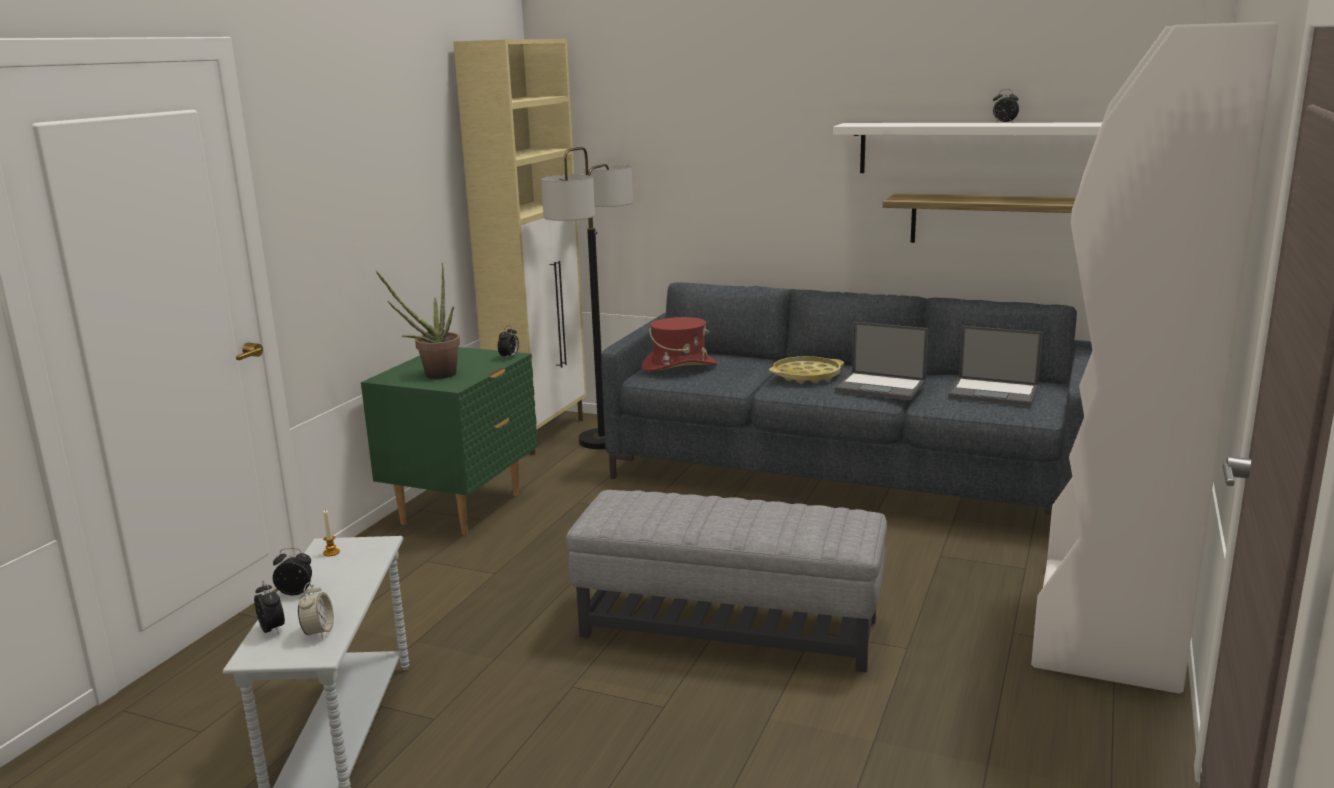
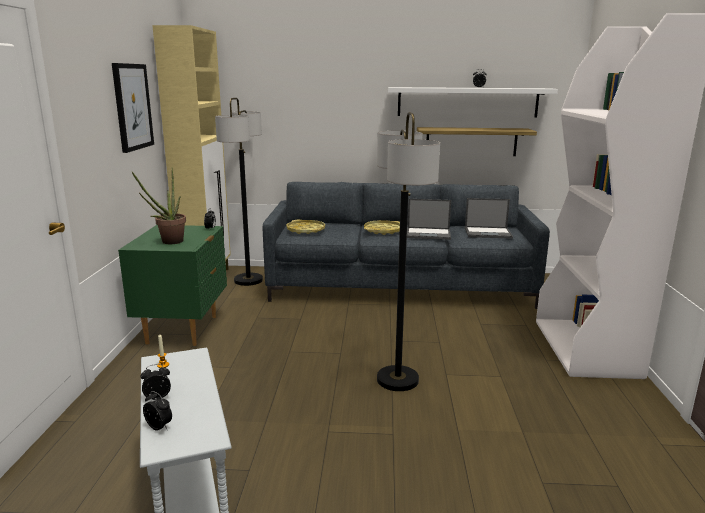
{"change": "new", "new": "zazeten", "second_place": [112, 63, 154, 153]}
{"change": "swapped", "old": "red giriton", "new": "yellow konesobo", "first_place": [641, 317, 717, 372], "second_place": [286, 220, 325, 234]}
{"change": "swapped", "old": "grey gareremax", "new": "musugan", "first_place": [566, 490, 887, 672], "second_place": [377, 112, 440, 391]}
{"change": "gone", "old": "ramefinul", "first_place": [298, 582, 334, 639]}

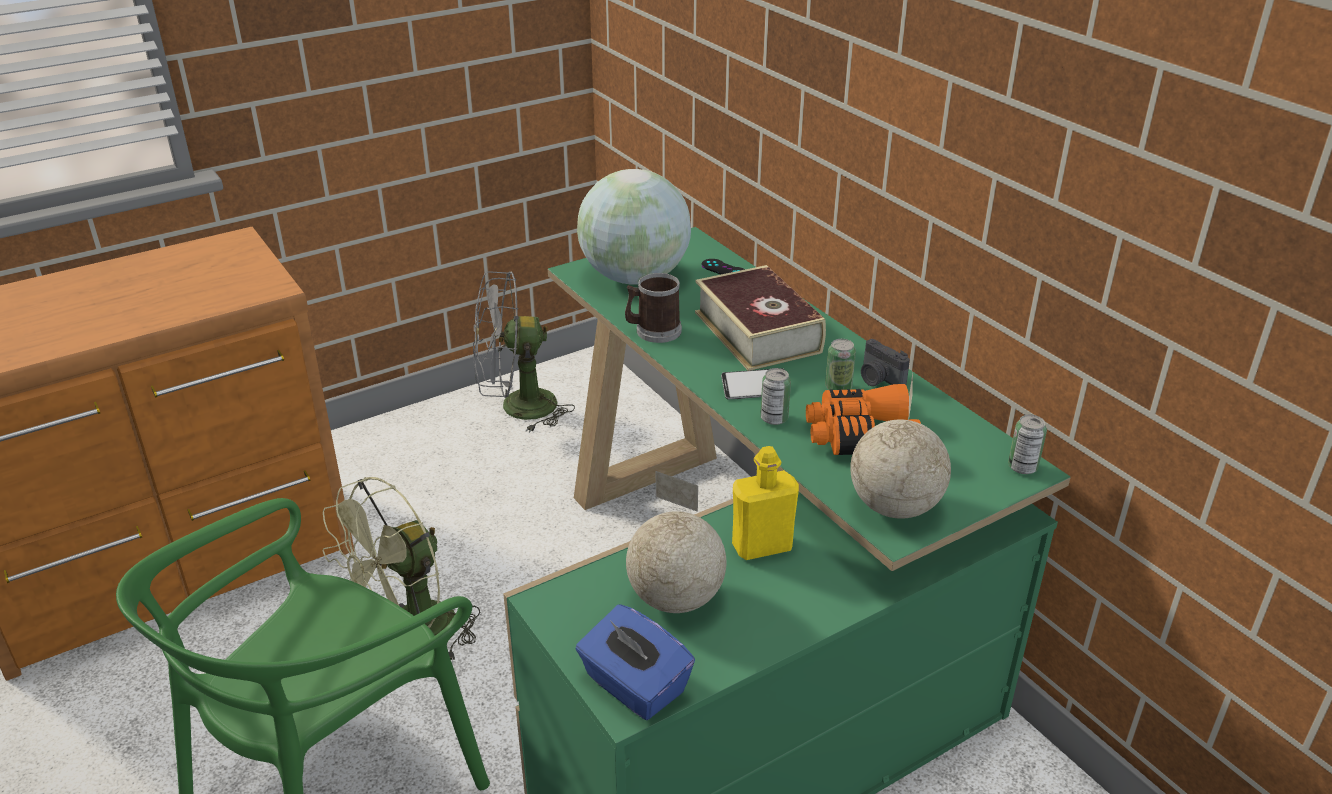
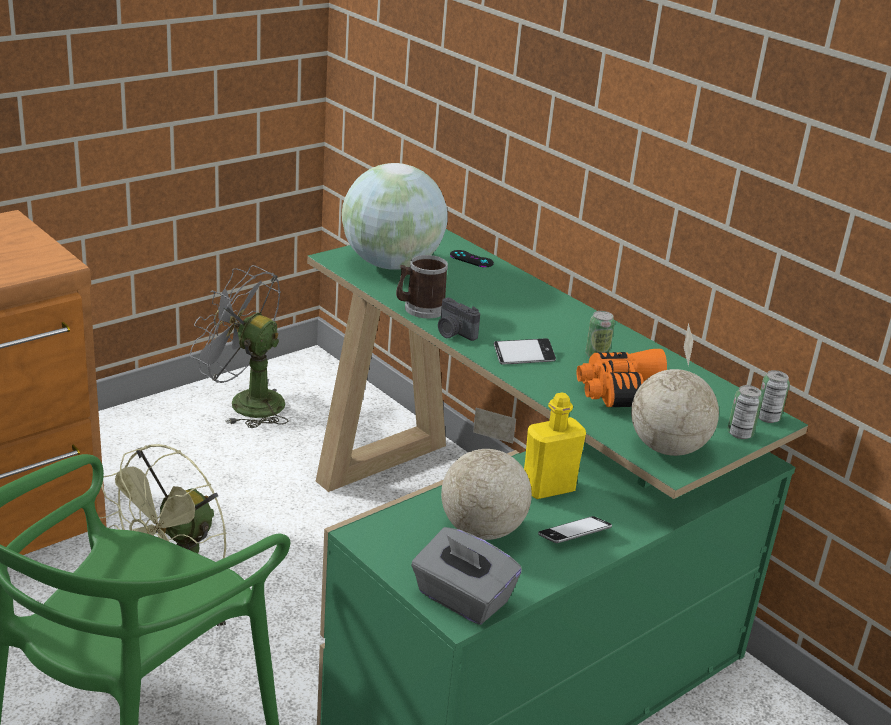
{"change": "rotated", "old": "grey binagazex", "first_place": [473, 271, 575, 433], "second_place": [190, 265, 288, 428], "degrees": 45}
{"change": "repainted", "old": "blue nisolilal", "new": "grey nisolilal", "first_place": [576, 604, 695, 720], "second_place": [411, 527, 522, 625]}
{"change": "shifted", "old": "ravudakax", "first_place": [861, 339, 910, 386], "second_place": [438, 298, 480, 341]}
{"change": "new", "new": "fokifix", "second_place": [538, 516, 612, 543]}
{"change": "shifted", "old": "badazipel", "first_place": [760, 368, 791, 425], "second_place": [727, 385, 762, 439]}
{"change": "gone", "old": "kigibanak", "first_place": [695, 265, 826, 371]}

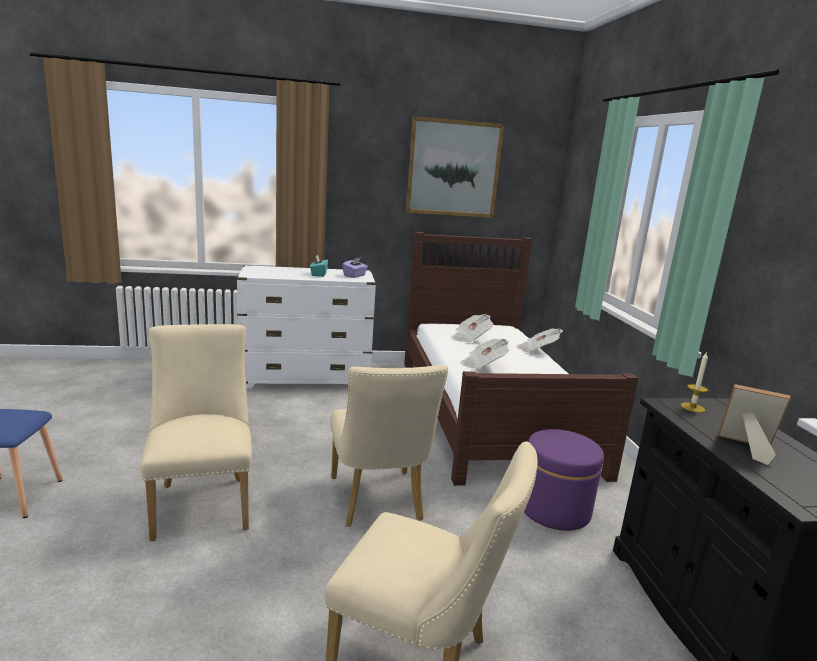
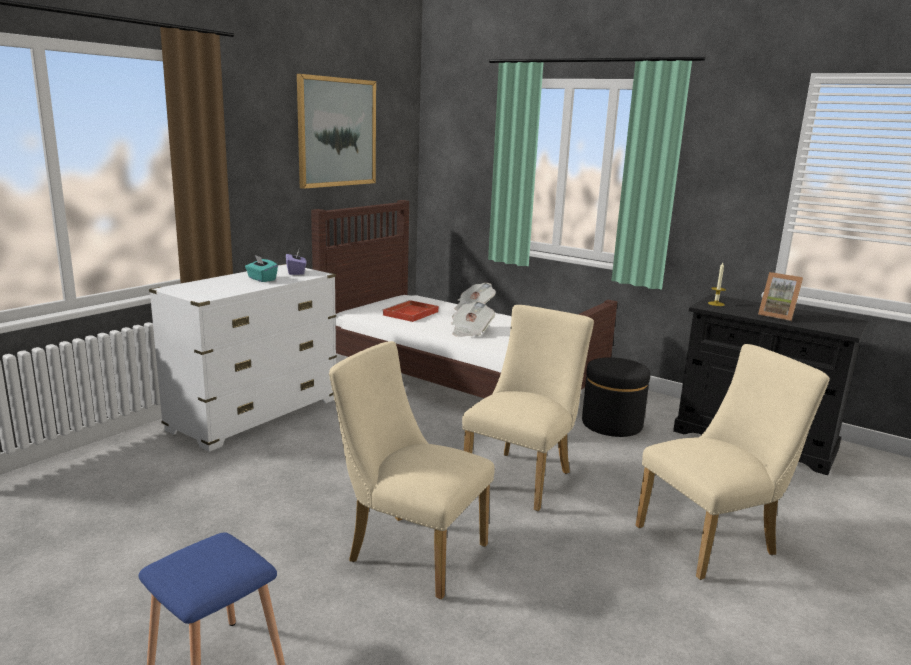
{"change": "swapped", "old": "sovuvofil", "new": "red konesobo", "first_place": [451, 314, 493, 342], "second_place": [382, 300, 439, 322]}
{"change": "rotated", "old": "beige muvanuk", "first_place": [330, 365, 448, 527], "second_place": [462, 305, 594, 511], "degrees": -90}
{"change": "repainted", "old": "purple gareremax", "new": "black gareremax", "first_place": [524, 429, 604, 531], "second_place": [582, 357, 650, 437]}
{"change": "rotated", "old": "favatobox", "first_place": [718, 384, 791, 465], "second_place": [758, 272, 803, 321], "degrees": -120}

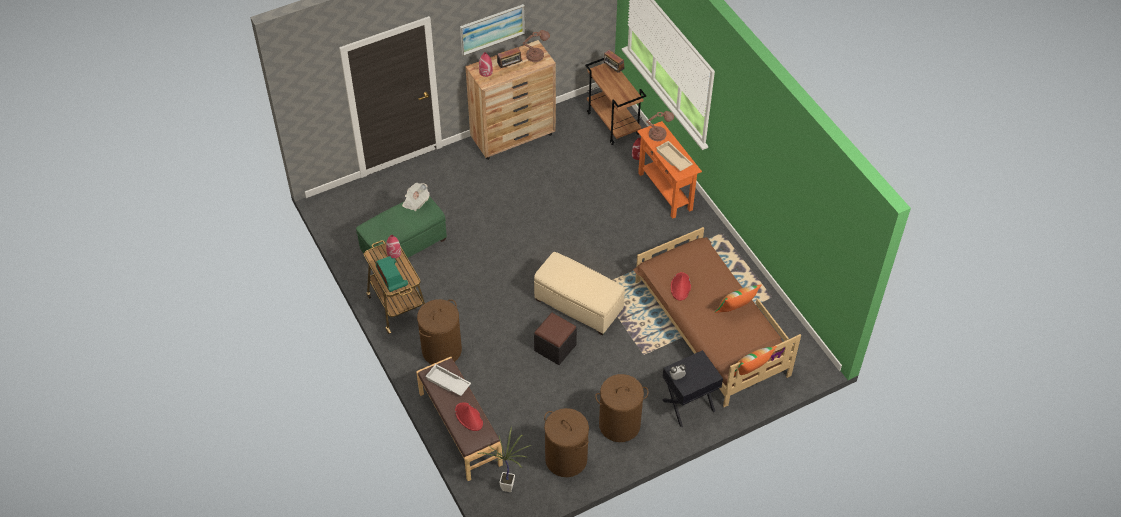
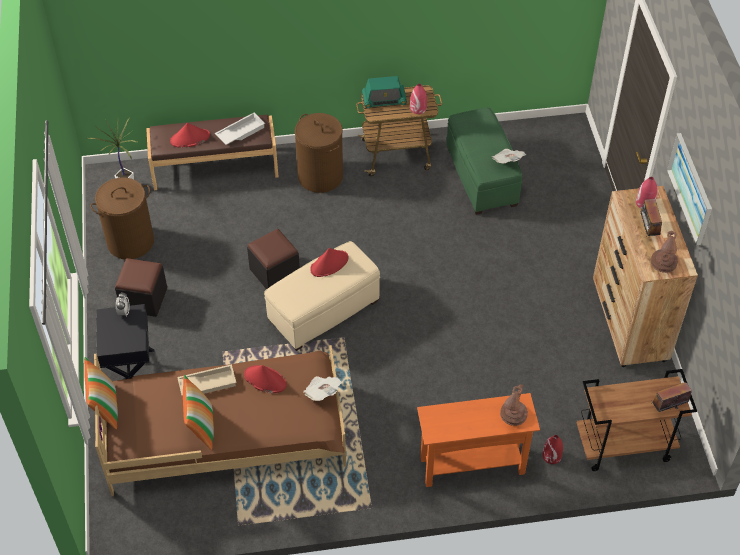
{"change": "swapped", "old": "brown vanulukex", "new": "black gareremax", "first_place": [595, 374, 649, 442], "second_place": [115, 258, 167, 317]}
{"change": "shifted", "old": "beige konesobo", "first_place": [656, 141, 693, 171], "second_place": [177, 364, 237, 396]}
{"change": "new", "new": "sovuvofil", "second_place": [303, 376, 342, 401]}
{"change": "new", "new": "red giriton", "second_place": [310, 248, 348, 277]}

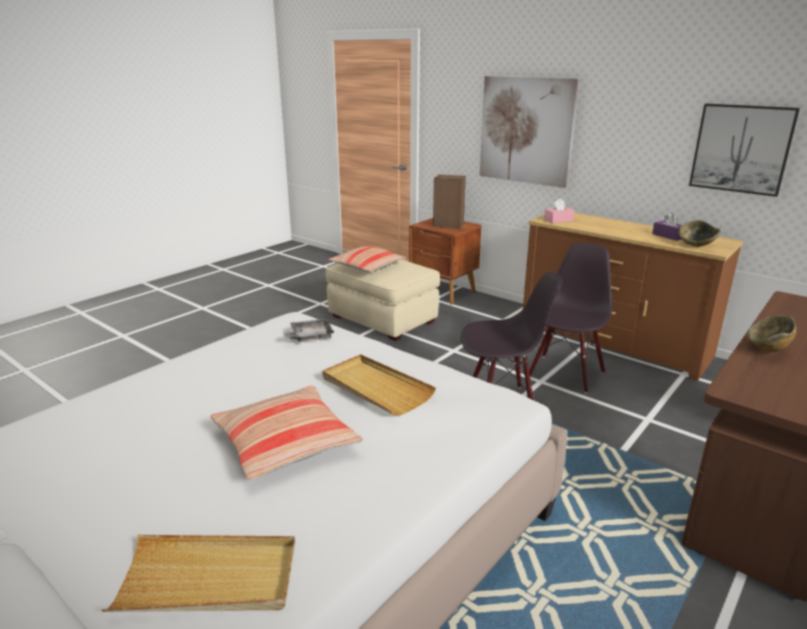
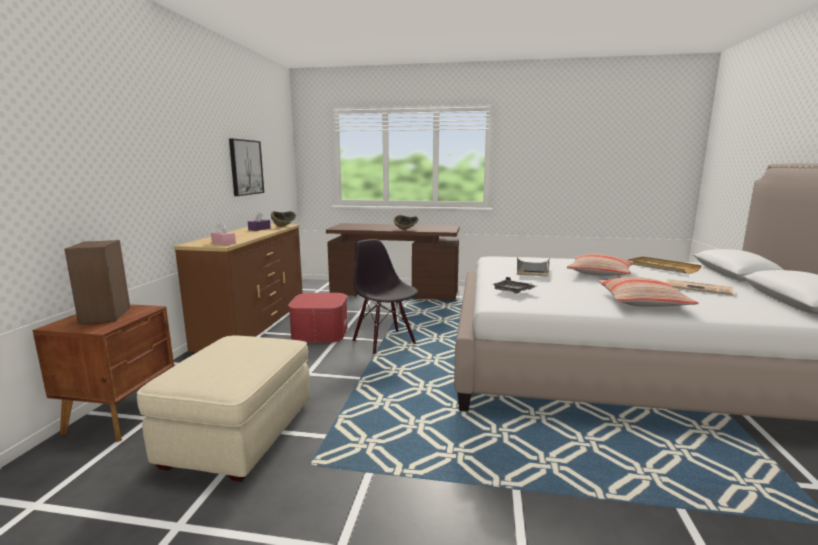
{"change": "swapped", "old": "black muvanuk", "new": "gareremax", "first_place": [529, 243, 612, 394], "second_place": [288, 293, 348, 343]}
{"change": "repainted", "old": "beige konesobo", "new": "black konesobo", "first_place": [322, 354, 436, 415], "second_place": [517, 257, 550, 277]}
{"change": "shifted", "old": "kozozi", "first_place": [328, 246, 406, 272], "second_place": [598, 277, 699, 306]}
{"change": "new", "new": "sovuvofil", "second_place": [666, 279, 733, 295]}
{"change": "gone", "old": "zazeten", "first_place": [480, 76, 579, 188]}

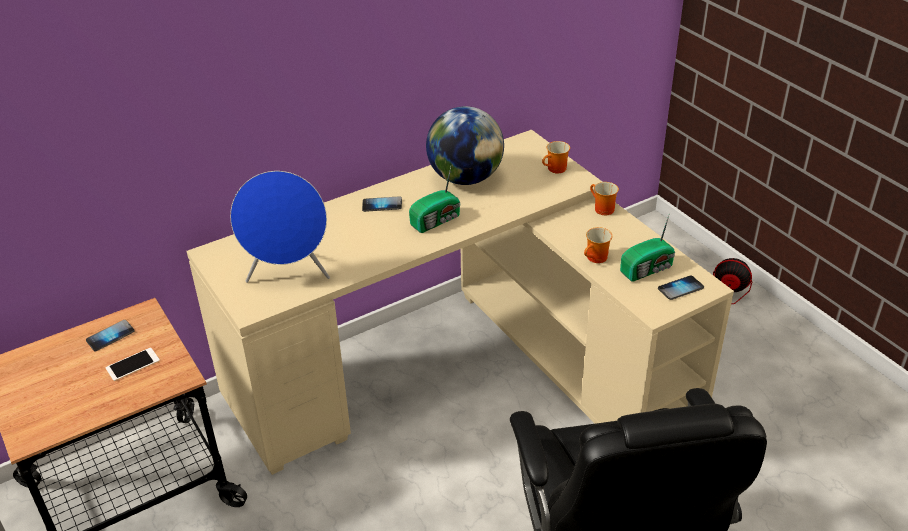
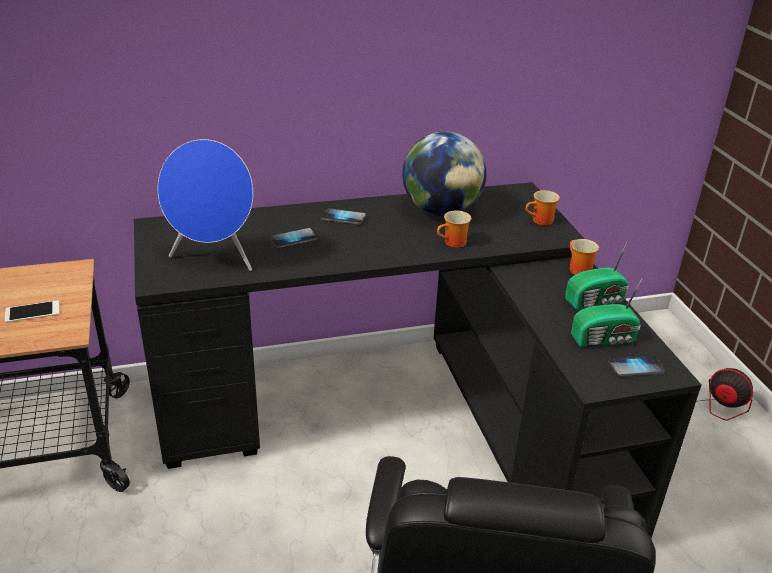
{"change": "repainted", "old": "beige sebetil", "new": "black sebetil", "first_place": [187, 130, 734, 475], "second_place": [134, 182, 702, 539]}
{"change": "shifted", "old": "fokifix", "first_place": [86, 320, 135, 351], "second_place": [270, 228, 317, 248]}
{"change": "shifted", "old": "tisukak", "first_place": [584, 227, 612, 263], "second_place": [437, 210, 471, 248]}
{"change": "shifted", "old": "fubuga", "first_place": [409, 167, 461, 233], "second_place": [565, 242, 629, 310]}

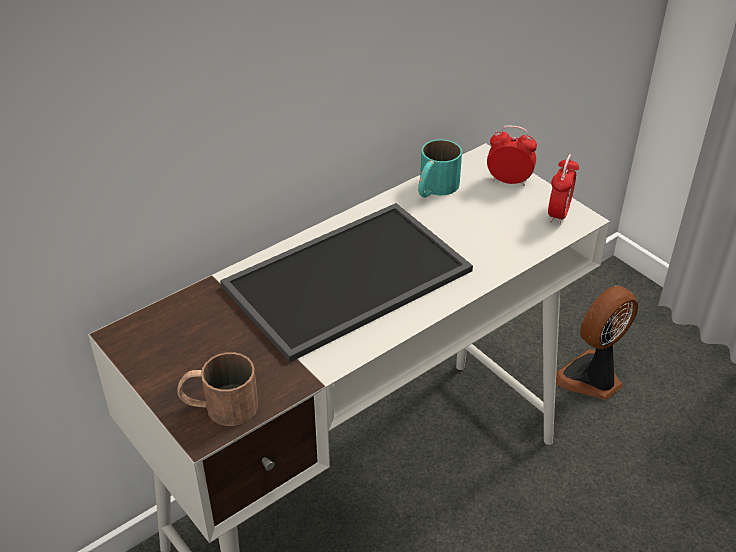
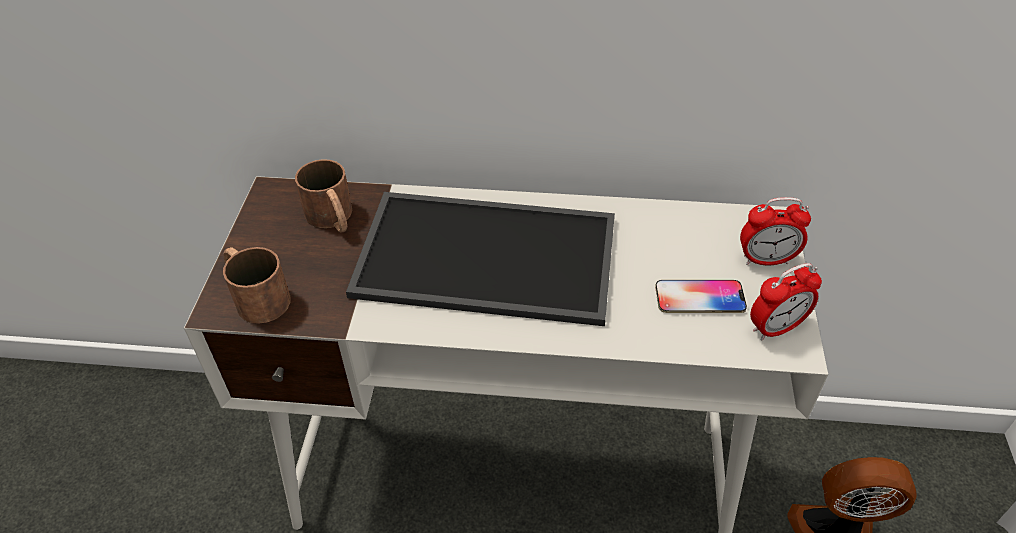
{"change": "new", "new": "brown tisukak", "second_place": [295, 159, 352, 233]}
{"change": "new", "new": "fokifix", "second_place": [655, 280, 747, 313]}
{"change": "rotated", "old": "ramefinul", "first_place": [487, 125, 537, 186], "second_place": [740, 197, 811, 265], "degrees": 120}
{"change": "gone", "old": "turquoise tisukak", "first_place": [418, 139, 462, 198]}

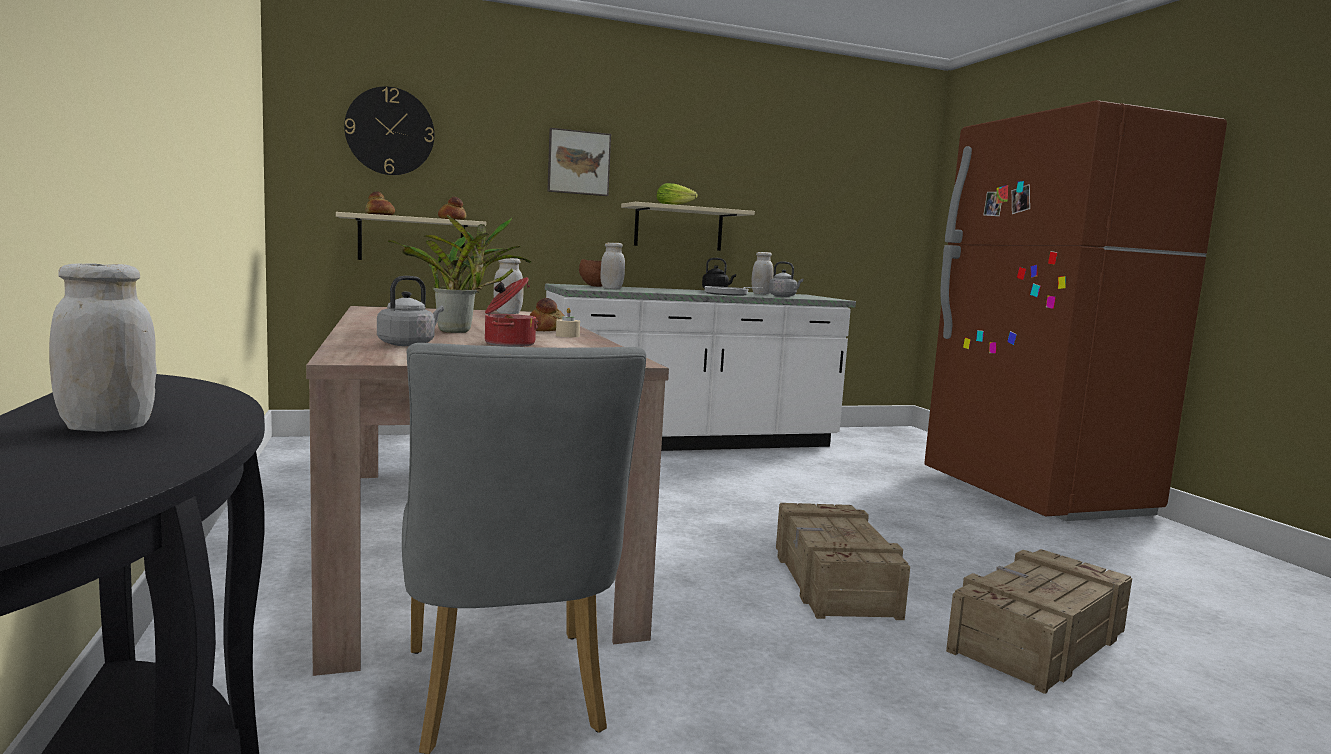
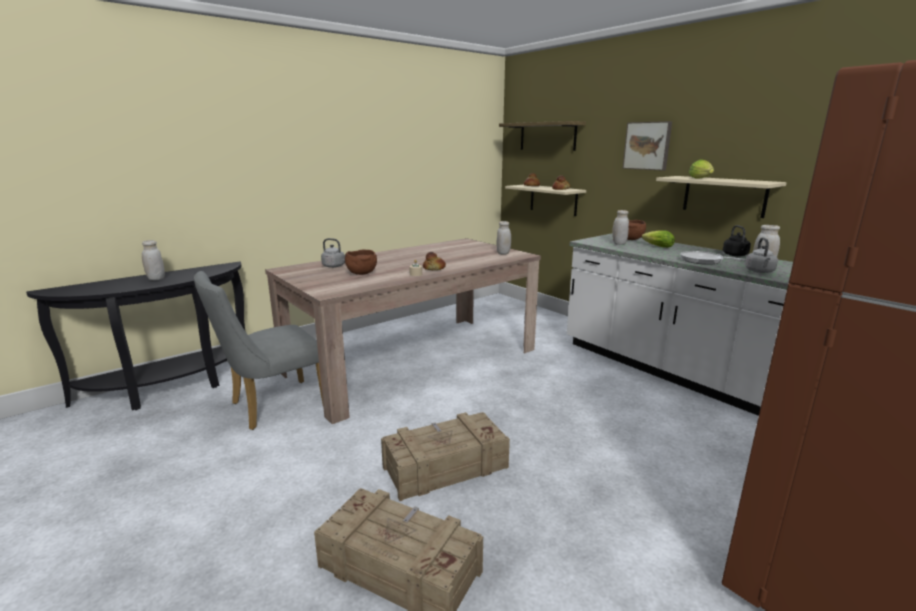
{"change": "swapped", "old": "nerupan", "new": "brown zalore", "first_place": [485, 277, 538, 347], "second_place": [345, 249, 377, 275]}
{"change": "swapped", "old": "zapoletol", "new": "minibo", "first_place": [344, 86, 434, 175], "second_place": [499, 121, 586, 151]}
{"change": "new", "new": "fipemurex", "second_place": [642, 230, 675, 248]}
{"change": "gone", "old": "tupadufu", "first_place": [388, 215, 531, 333]}

